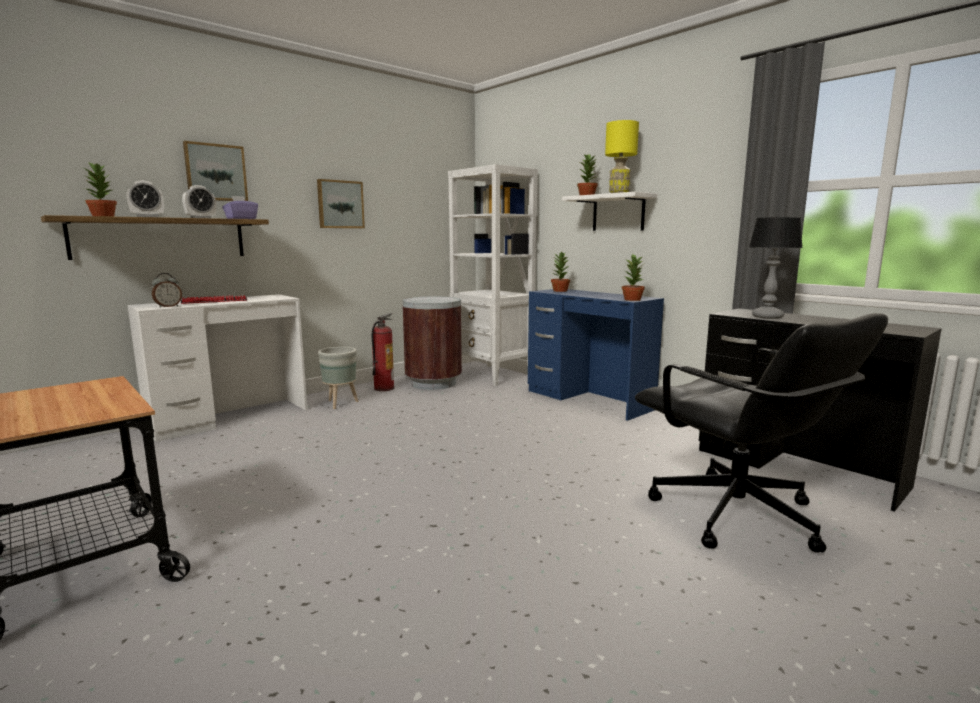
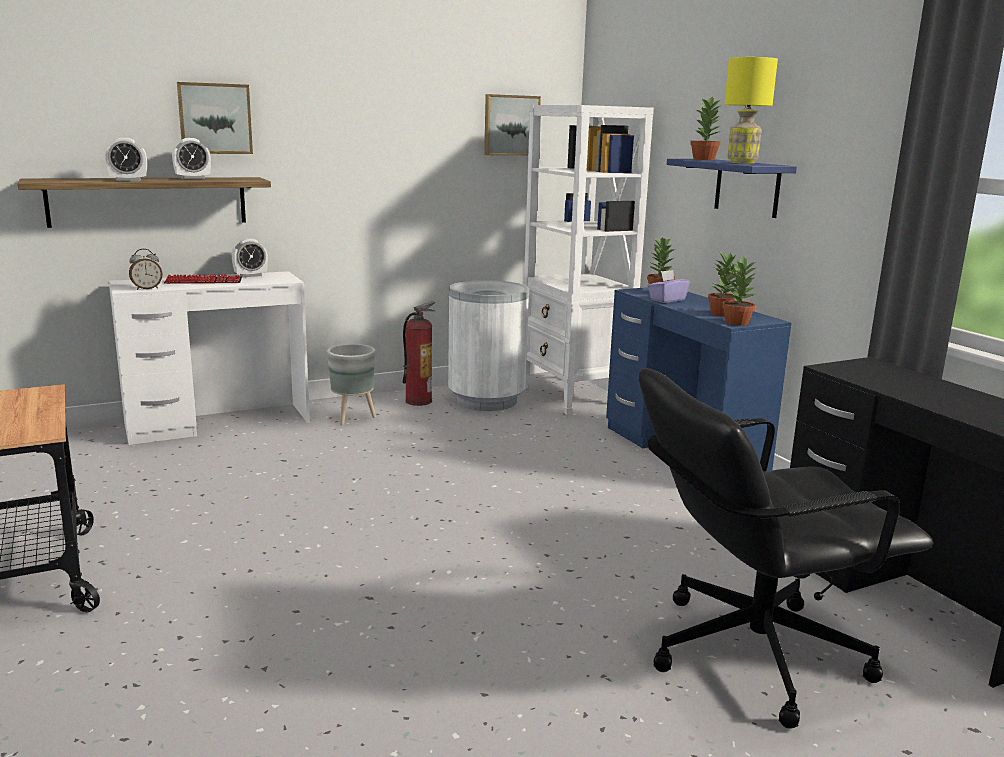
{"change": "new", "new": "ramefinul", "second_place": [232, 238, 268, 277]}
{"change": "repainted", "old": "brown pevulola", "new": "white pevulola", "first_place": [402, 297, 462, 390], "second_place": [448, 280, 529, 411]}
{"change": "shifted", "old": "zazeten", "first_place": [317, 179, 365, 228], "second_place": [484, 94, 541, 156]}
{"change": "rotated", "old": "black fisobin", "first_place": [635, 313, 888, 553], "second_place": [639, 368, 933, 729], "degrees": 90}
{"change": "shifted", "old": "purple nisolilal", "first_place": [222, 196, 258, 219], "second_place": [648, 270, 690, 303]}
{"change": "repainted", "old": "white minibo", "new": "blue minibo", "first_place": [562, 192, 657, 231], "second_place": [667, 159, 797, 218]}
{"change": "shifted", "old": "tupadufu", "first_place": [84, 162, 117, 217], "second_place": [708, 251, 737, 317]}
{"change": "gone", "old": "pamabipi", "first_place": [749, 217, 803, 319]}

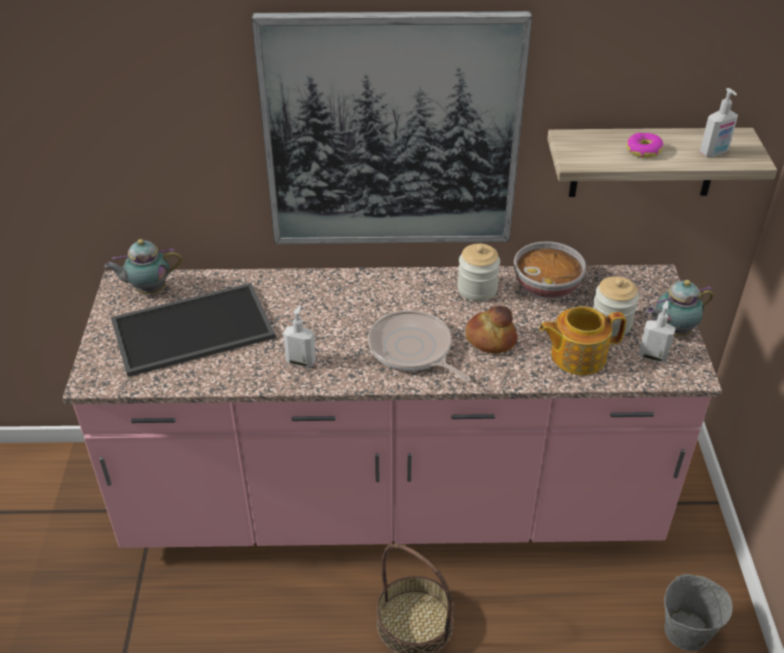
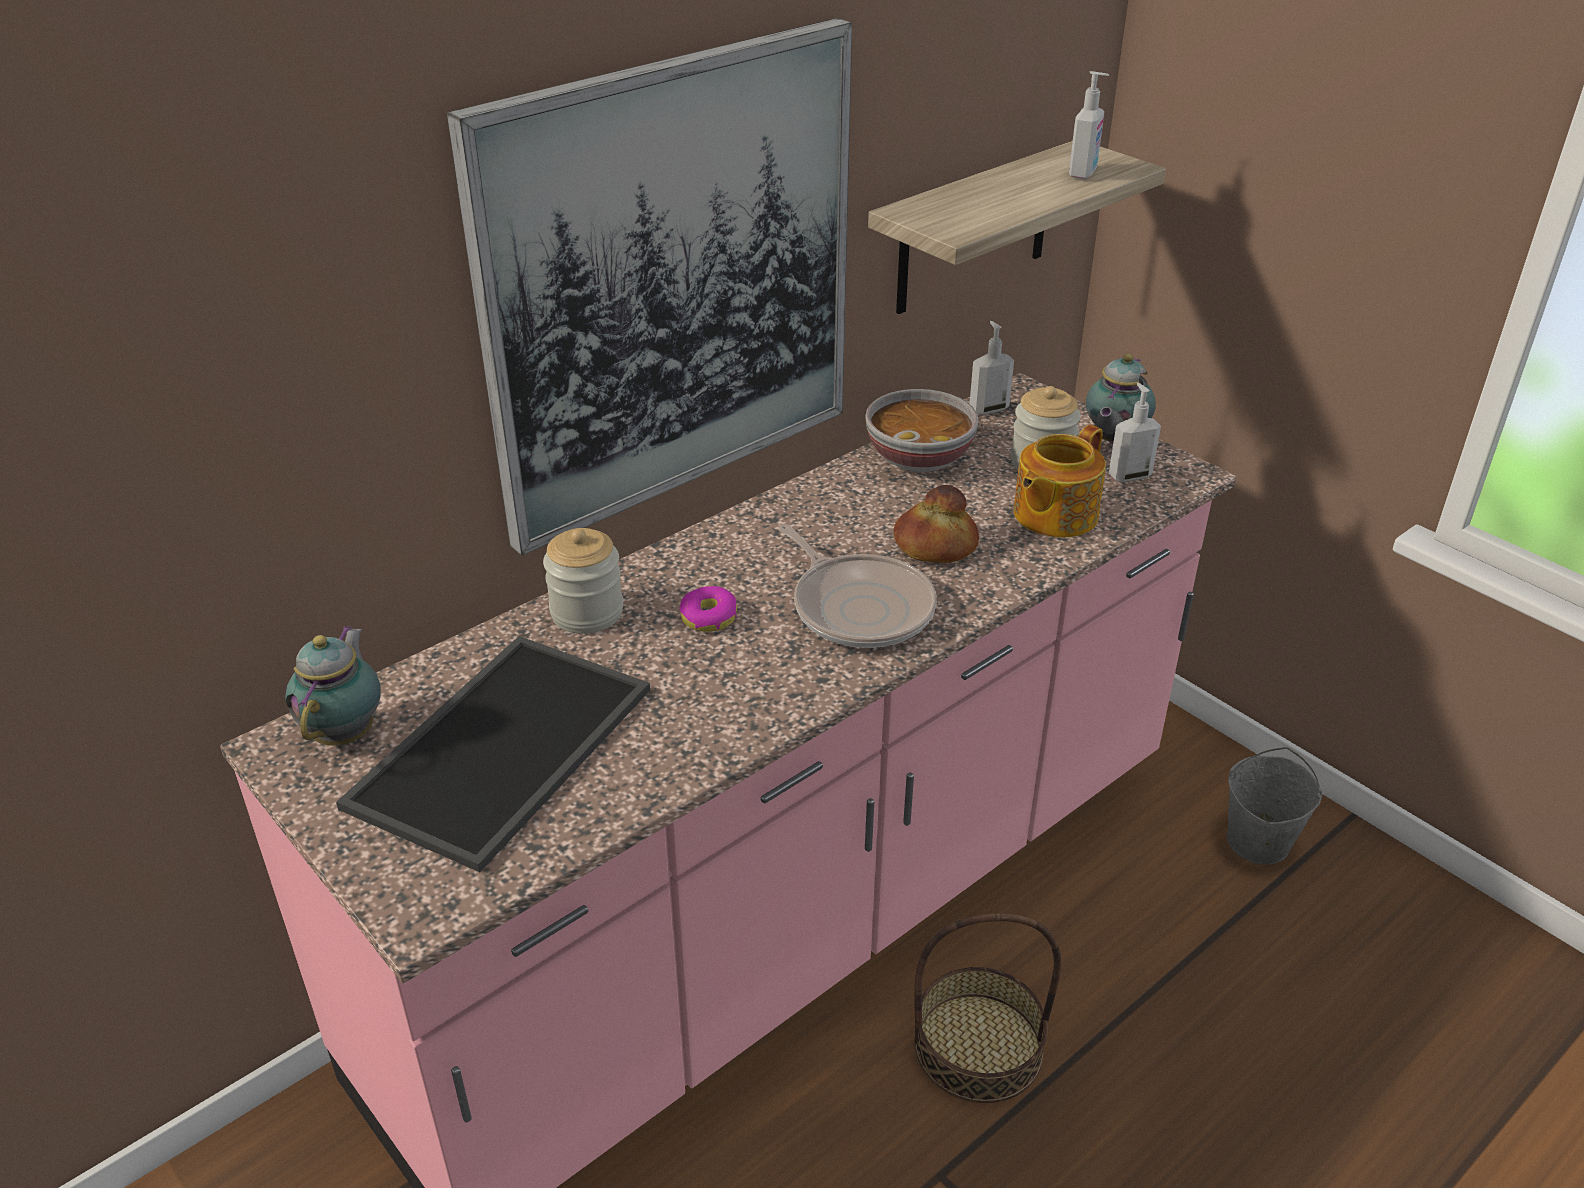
{"change": "rotated", "old": "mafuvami", "first_place": [105, 239, 182, 294], "second_place": [285, 625, 381, 746], "degrees": 150}
{"change": "shifted", "old": "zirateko", "first_place": [457, 244, 500, 301], "second_place": [543, 528, 623, 634]}
{"change": "shifted", "old": "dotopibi", "first_place": [627, 133, 663, 158], "second_place": [679, 586, 737, 632]}
{"change": "rotated", "old": "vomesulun", "first_place": [368, 310, 471, 382], "second_place": [778, 524, 937, 648], "degrees": -135}
{"change": "shifted", "old": "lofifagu", "first_place": [283, 306, 316, 368], "second_place": [970, 321, 1014, 415]}

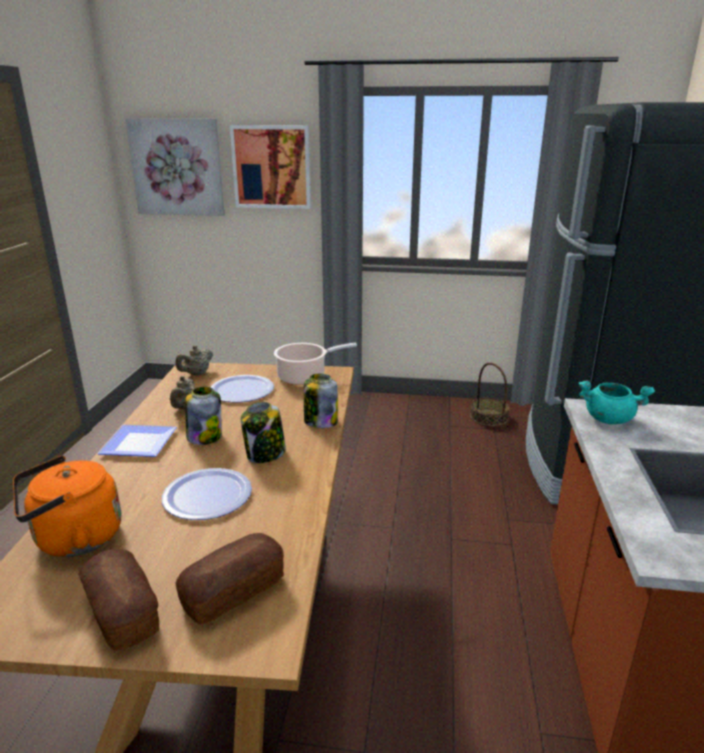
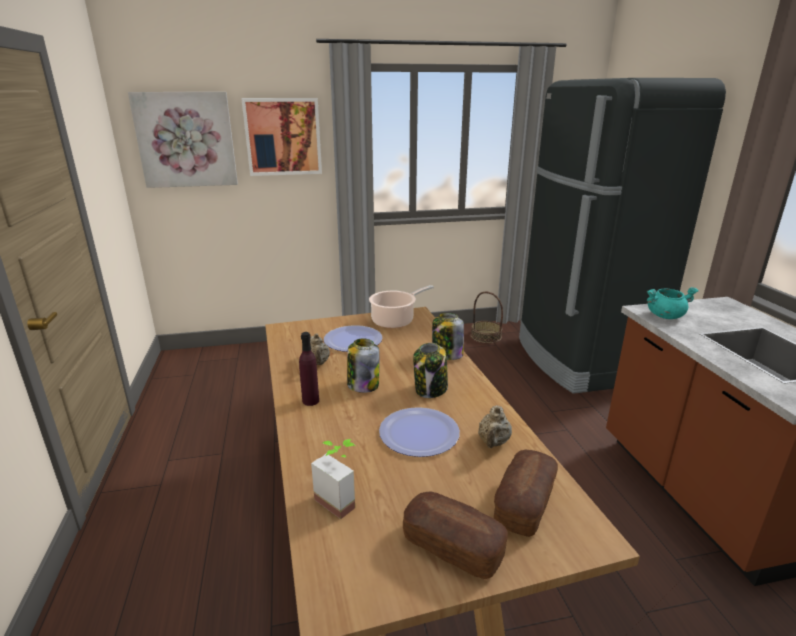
{"change": "swapped", "old": "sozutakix", "new": "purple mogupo", "first_place": [97, 425, 177, 457], "second_place": [299, 332, 319, 406]}
{"change": "swapped", "old": "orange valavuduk", "new": "tupadufu", "first_place": [13, 456, 121, 557], "second_place": [311, 439, 356, 519]}
{"change": "shifted", "old": "beige mafuvami", "first_place": [175, 345, 213, 376], "second_place": [478, 405, 512, 448]}

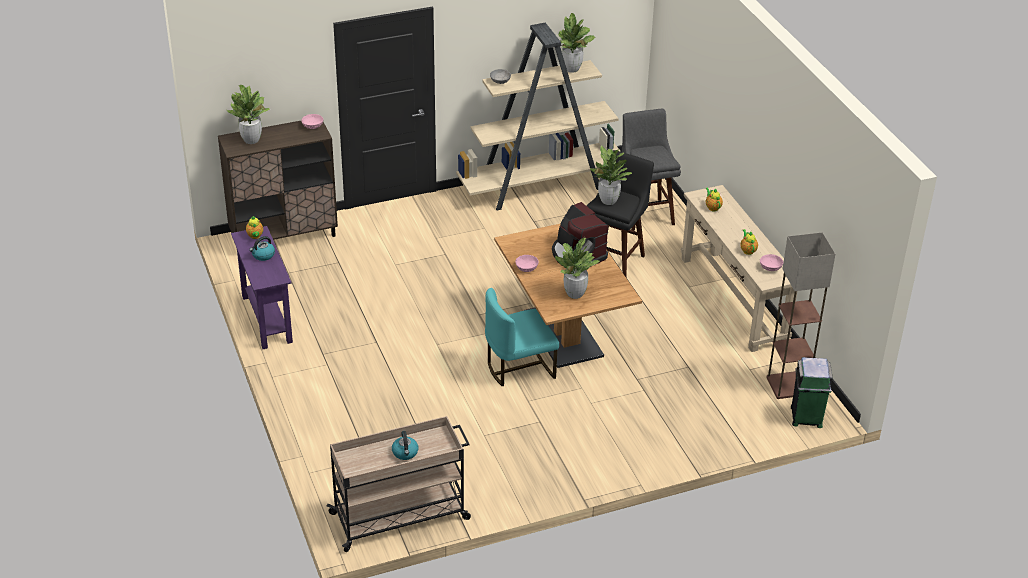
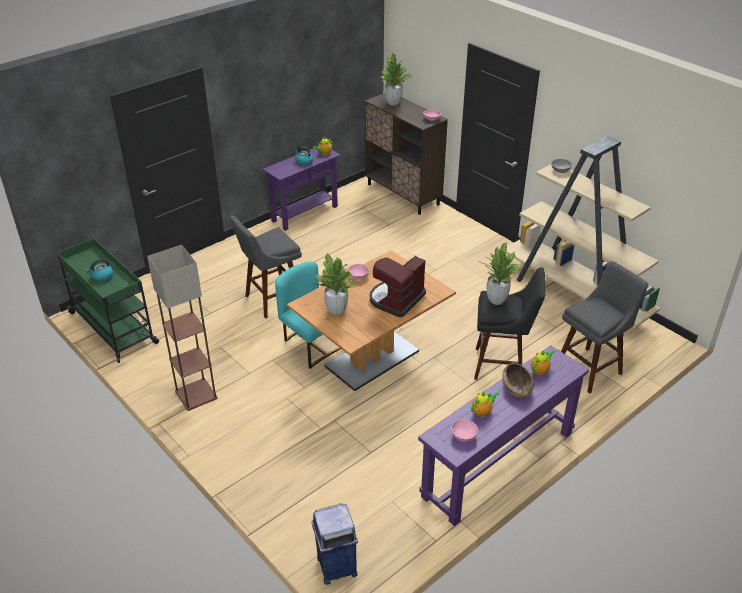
{"change": "repainted", "old": "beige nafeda", "new": "green nafeda", "first_place": [327, 416, 471, 552], "second_place": [57, 238, 159, 363]}
{"change": "shifted", "old": "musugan", "first_place": [766, 232, 835, 399], "second_place": [147, 245, 218, 411]}
{"change": "new", "new": "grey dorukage", "second_place": [230, 215, 302, 318]}
{"change": "repainted", "old": "green pevulola", "new": "blue pevulola", "first_place": [791, 357, 833, 428], "second_place": [311, 503, 358, 585]}
{"change": "repainted", "old": "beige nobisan", "new": "purple nobisan", "first_place": [681, 185, 797, 352], "second_place": [418, 345, 589, 526]}
{"change": "new", "new": "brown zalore", "second_place": [502, 363, 534, 398]}
{"change": "gone", "old": "tupadufu", "first_place": [558, 13, 595, 73]}

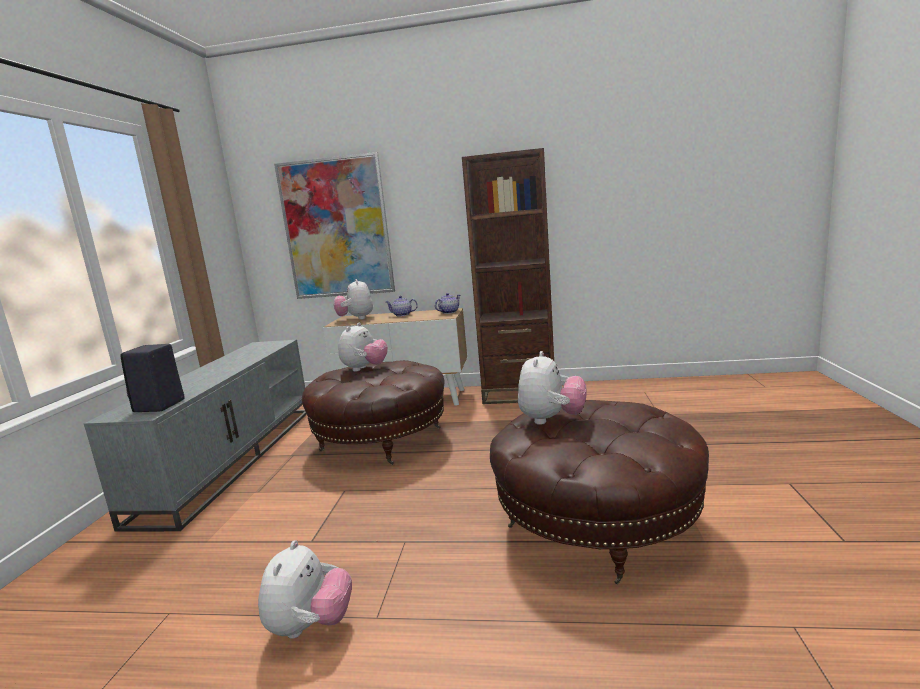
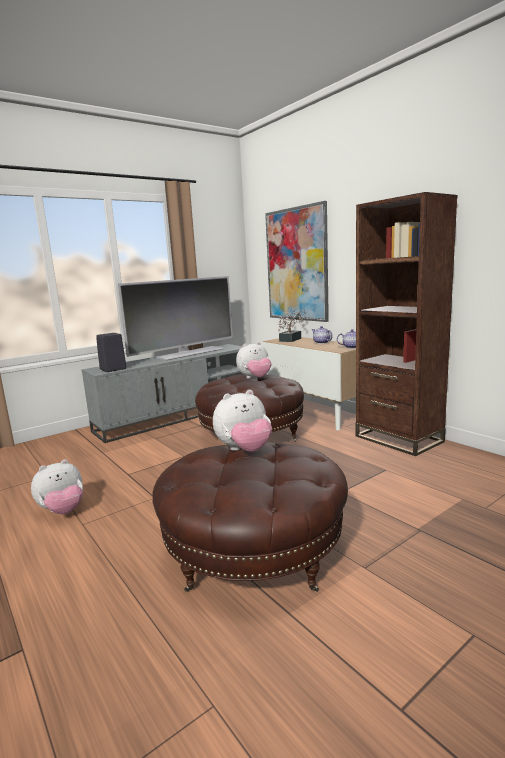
{"change": "new", "new": "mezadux", "second_place": [118, 276, 233, 360]}
{"change": "swapped", "old": "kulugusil", "new": "tupadufu", "first_place": [334, 279, 373, 319], "second_place": [278, 308, 306, 342]}

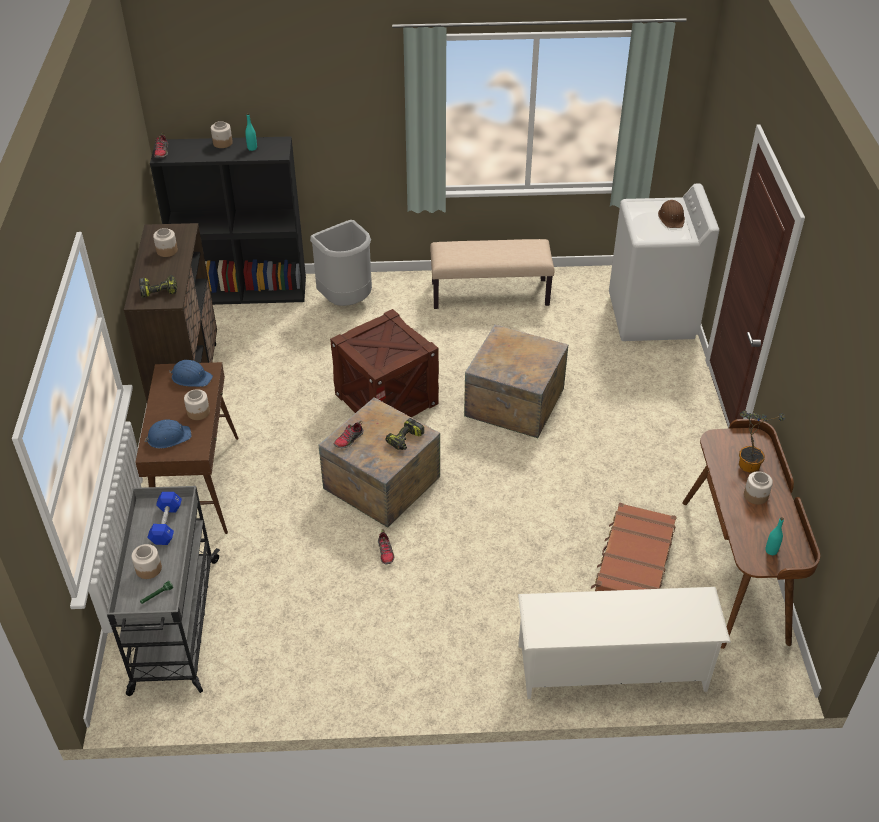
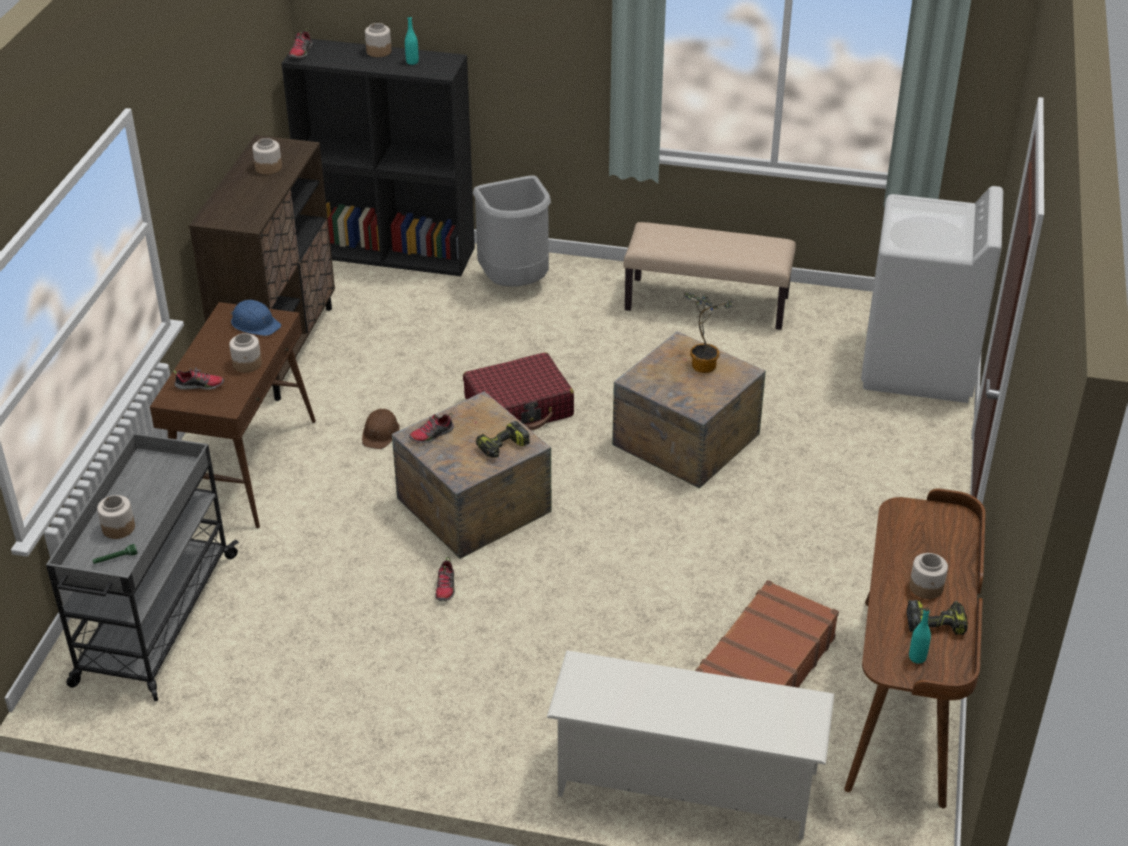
{"change": "swapped", "old": "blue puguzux", "new": "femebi", "first_place": [144, 420, 191, 448], "second_place": [173, 367, 224, 390]}
{"change": "shifted", "old": "brown puguzux", "first_place": [658, 200, 685, 228], "second_place": [362, 409, 400, 449]}
{"change": "swapped", "old": "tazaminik", "new": "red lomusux", "first_place": [330, 309, 439, 417], "second_place": [463, 352, 574, 430]}
{"change": "shifted", "old": "tupadufu", "first_place": [739, 410, 785, 473], "second_place": [684, 292, 733, 373]}
{"change": "shifted", "old": "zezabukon", "first_place": [139, 275, 177, 298], "second_place": [907, 600, 968, 635]}
{"change": "gone", "old": "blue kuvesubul", "first_place": [147, 492, 182, 545]}

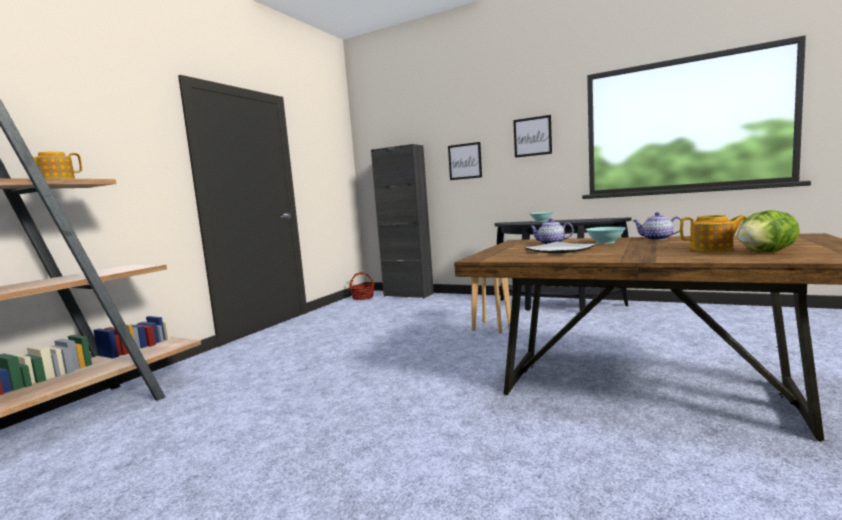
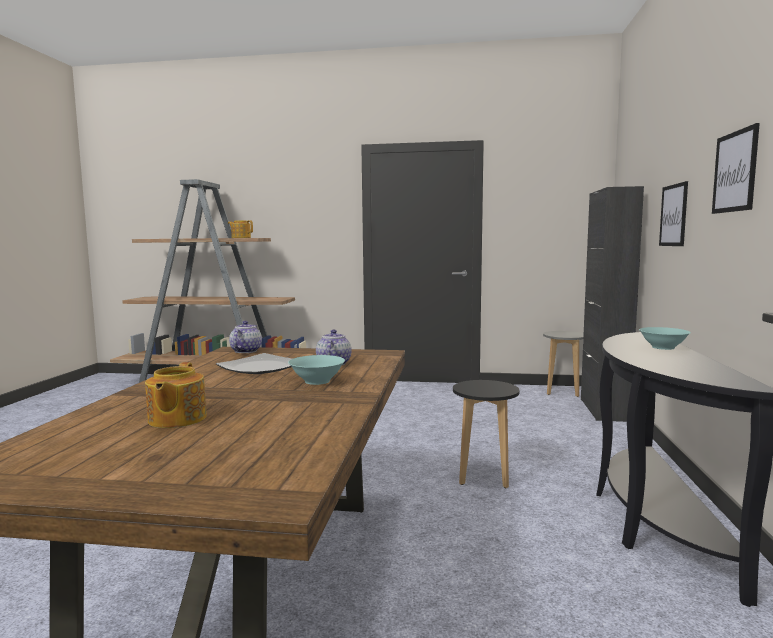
{"change": "shifted", "old": "mafuvami", "first_place": [633, 212, 684, 240], "second_place": [229, 321, 262, 353]}
{"change": "swapped", "old": "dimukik", "new": "grey dorukage", "first_place": [349, 272, 375, 300], "second_place": [543, 331, 584, 397]}
{"change": "gone", "old": "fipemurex", "first_place": [737, 210, 800, 252]}

